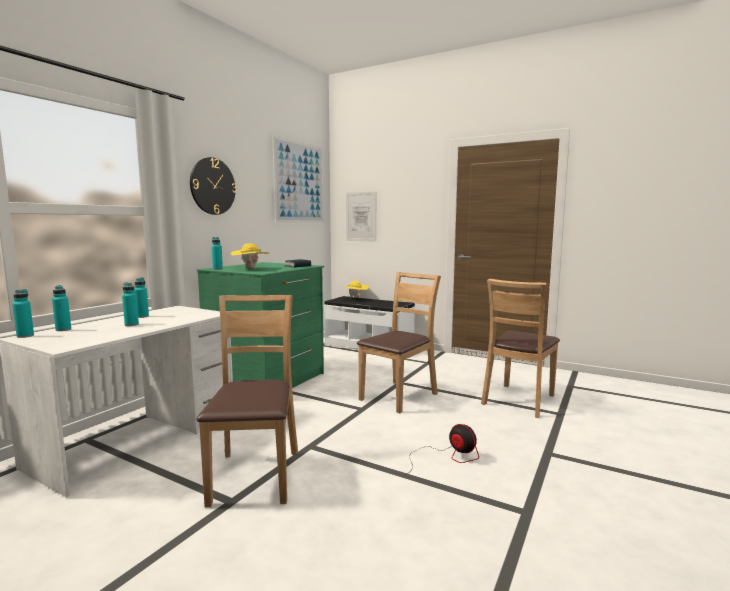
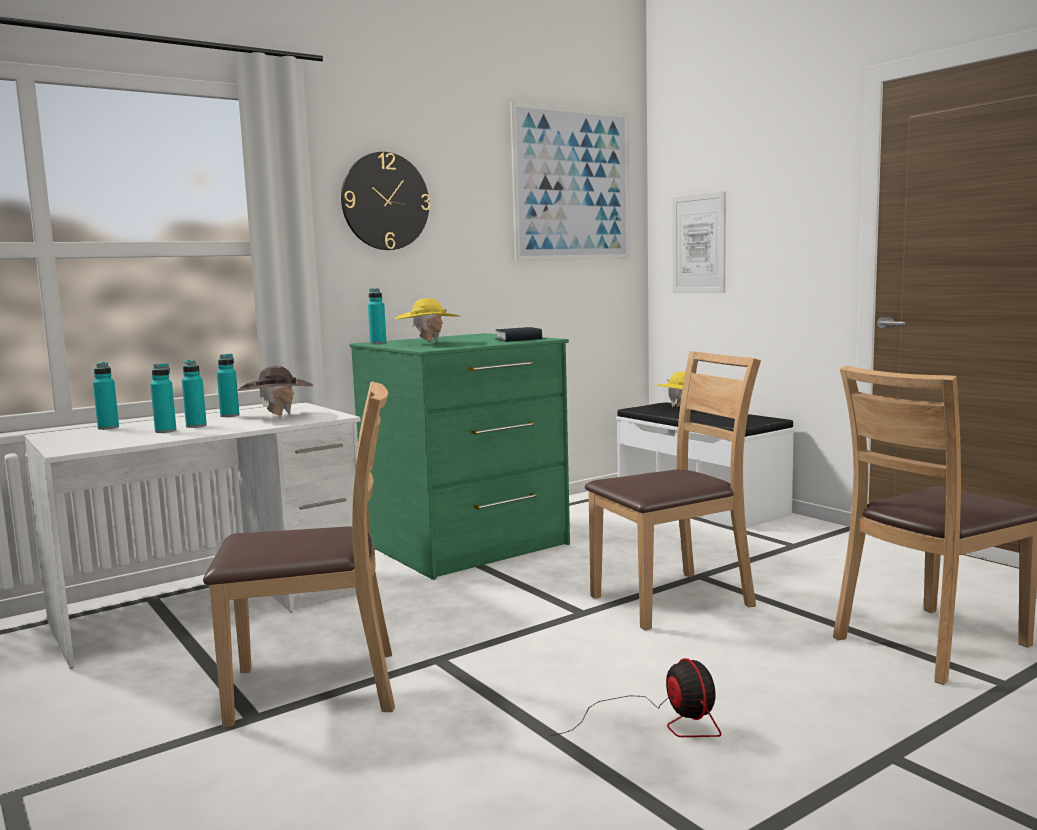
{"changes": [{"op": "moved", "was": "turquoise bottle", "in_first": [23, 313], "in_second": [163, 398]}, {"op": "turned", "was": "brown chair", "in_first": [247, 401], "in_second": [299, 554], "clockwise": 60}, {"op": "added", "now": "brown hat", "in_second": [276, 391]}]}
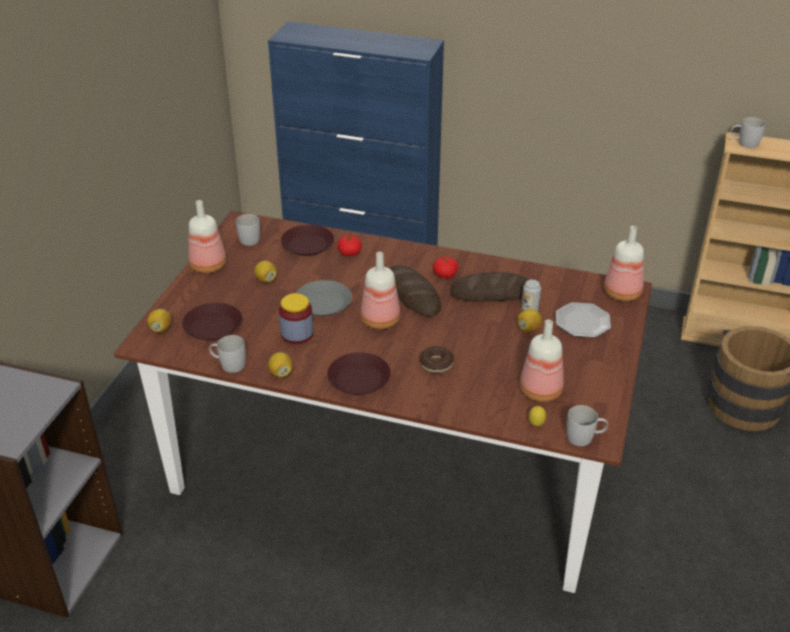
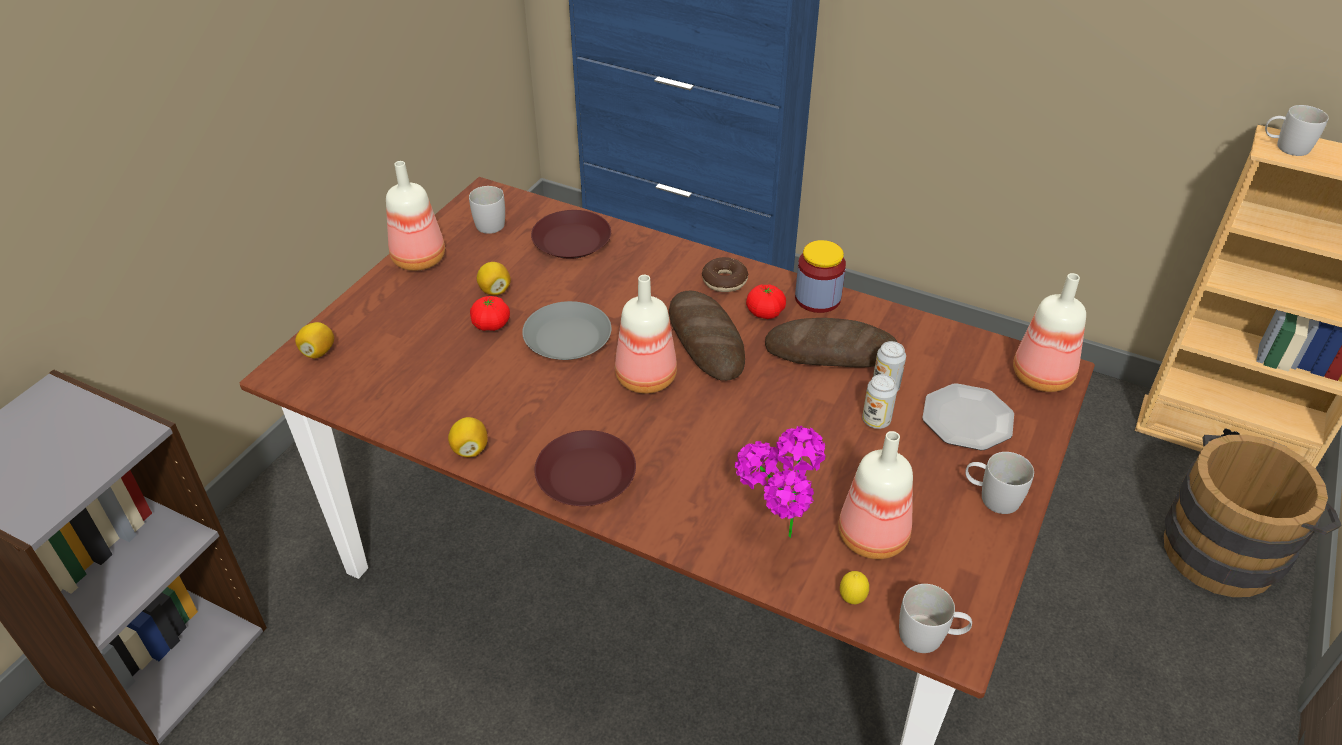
{"changes": [{"op": "moved", "was": "tomato", "in_first": [349, 245], "in_second": [490, 313]}, {"op": "moved", "was": "donut", "in_first": [436, 359], "in_second": [725, 274]}, {"op": "added", "now": "potted plant", "in_second": [780, 482]}, {"op": "moved", "was": "jar", "in_first": [296, 318], "in_second": [820, 276]}, {"op": "replaced", "was": "lemon", "now": "can", "in_first": [529, 320], "in_second": [879, 401]}, {"op": "moved", "was": "white mug", "in_first": [227, 354], "in_second": [999, 483]}, {"op": "removed", "was": "brown plate", "in_first": [212, 322]}]}
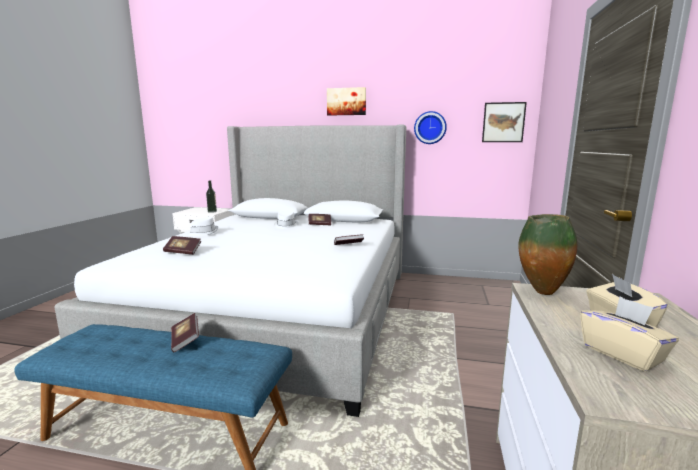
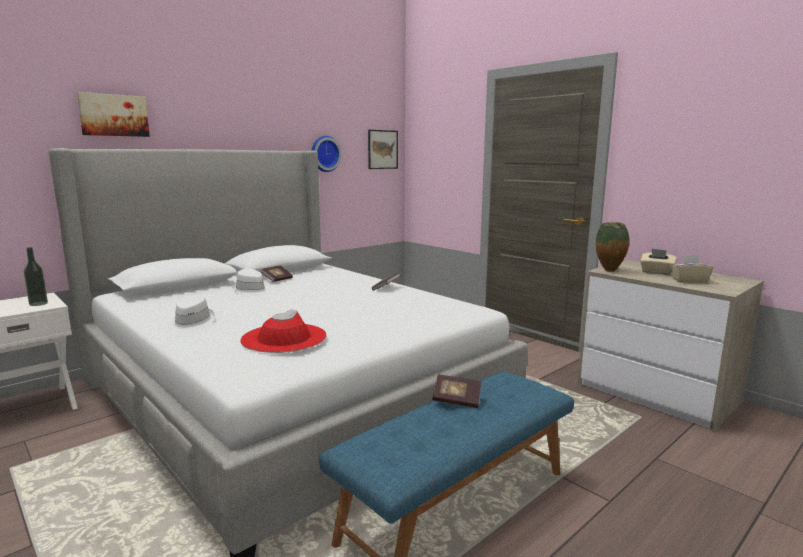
{"changes": [{"op": "moved", "was": "picture", "in_first": [346, 101], "in_second": [113, 114]}, {"op": "replaced", "was": "book", "now": "red hat", "in_first": [182, 245], "in_second": [283, 331]}]}
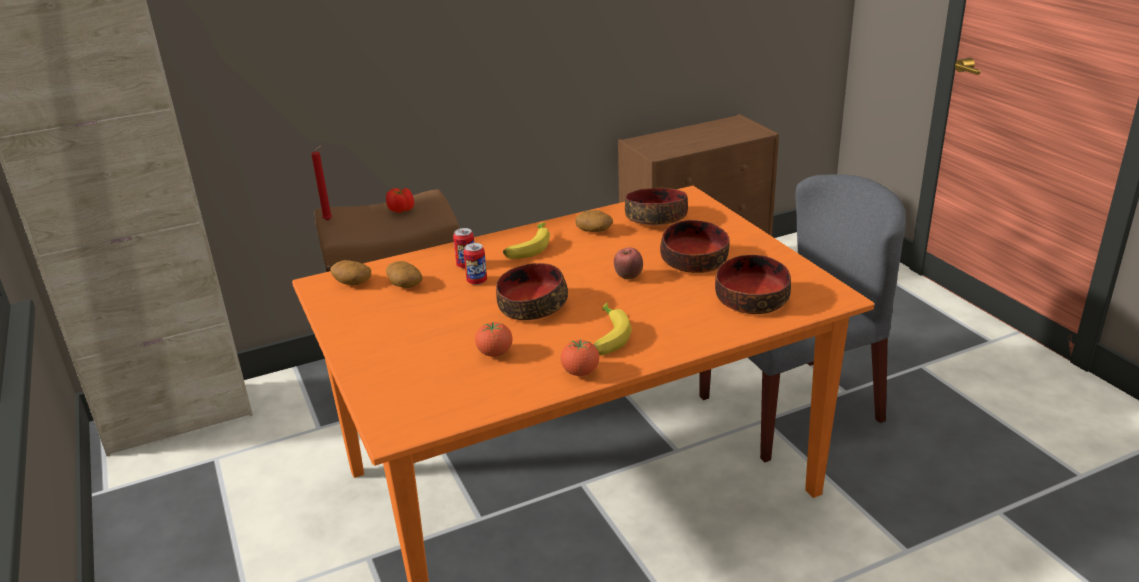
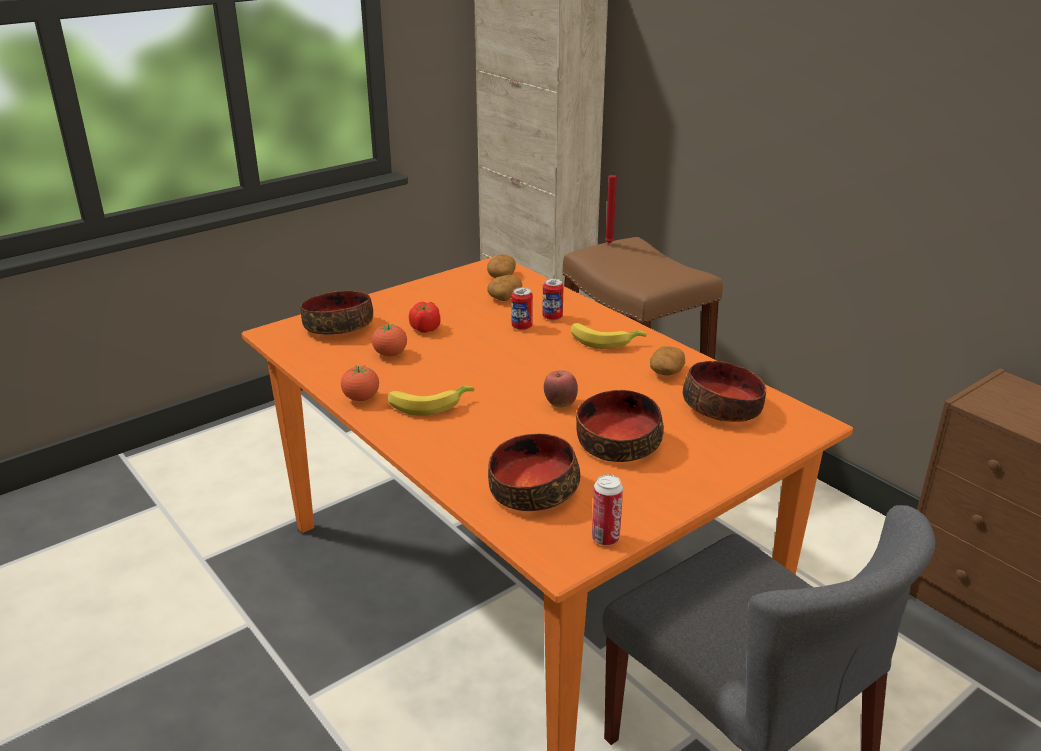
{"changes": [{"op": "moved", "was": "bowl", "in_first": [532, 291], "in_second": [336, 313]}, {"op": "moved", "was": "tomato", "in_first": [400, 200], "in_second": [425, 317]}, {"op": "added", "now": "can", "in_second": [607, 510]}]}
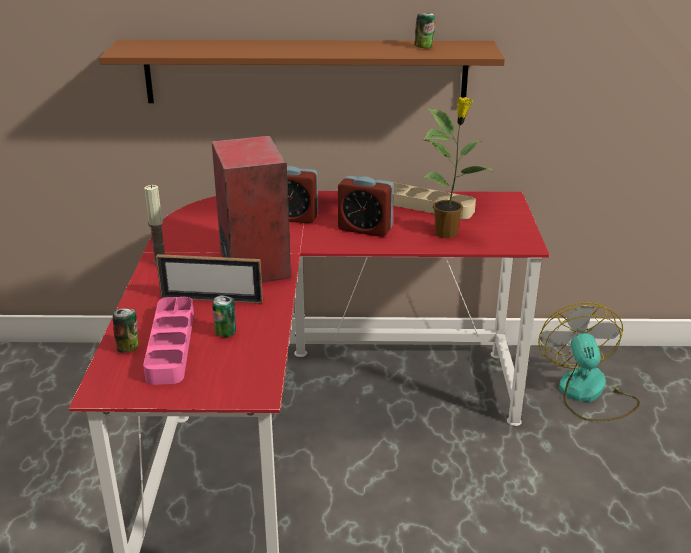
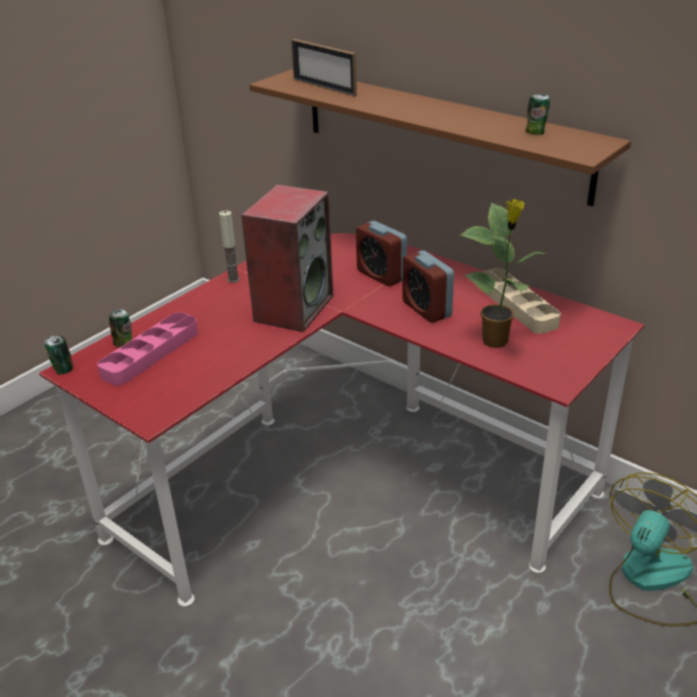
{"changes": [{"op": "moved", "was": "can", "in_first": [224, 316], "in_second": [58, 355]}, {"op": "moved", "was": "picture frame", "in_first": [209, 279], "in_second": [324, 68]}]}
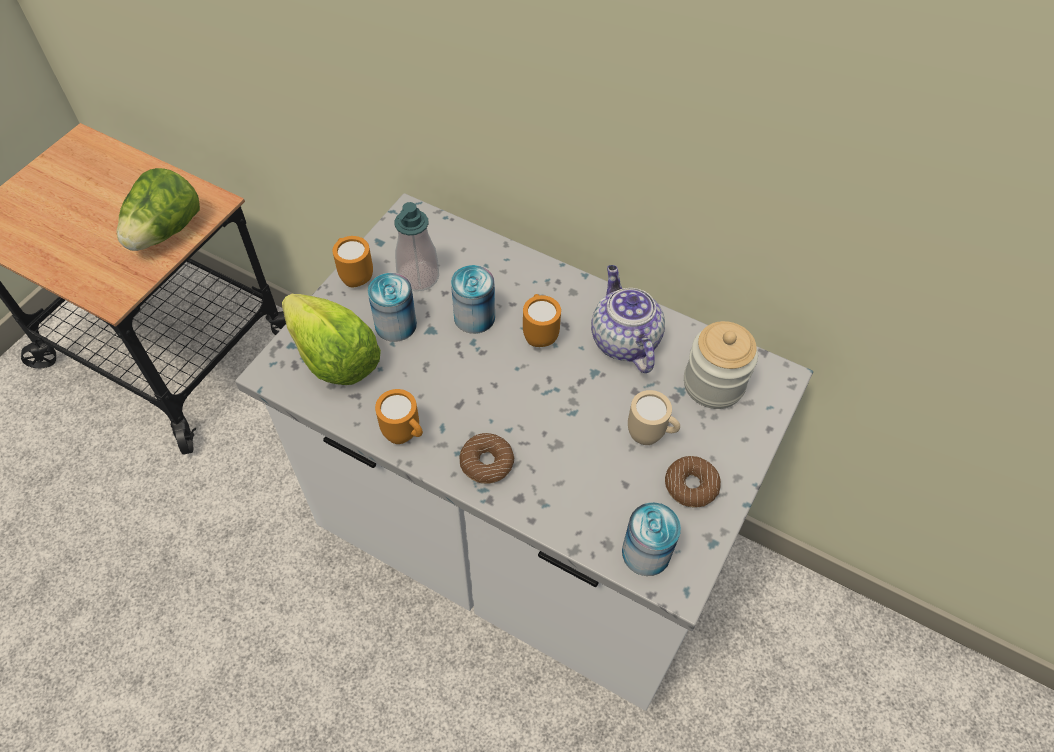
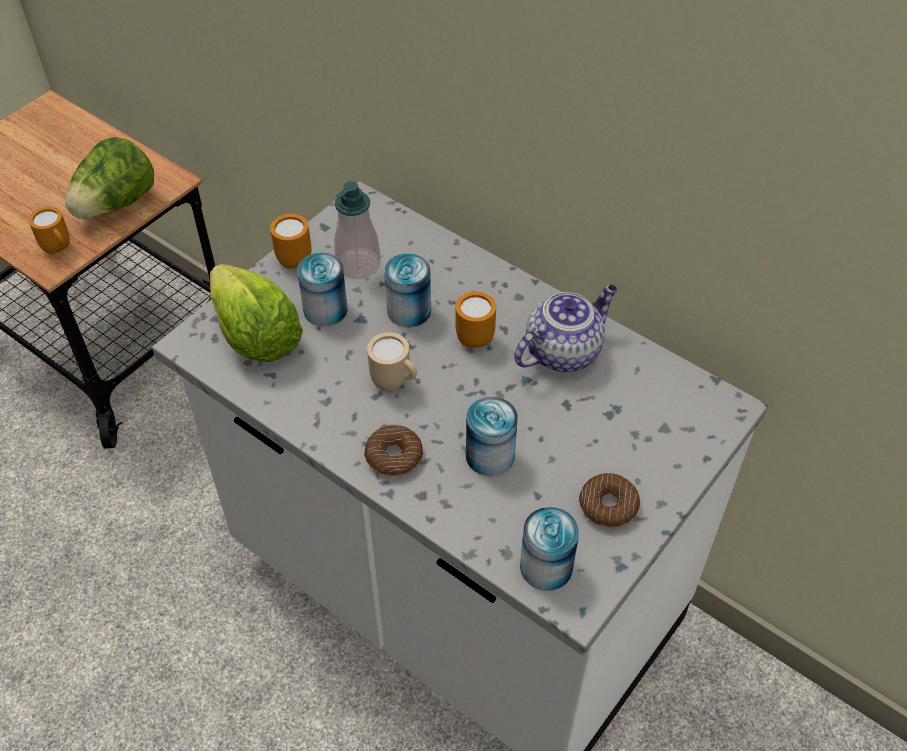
{"changes": [{"op": "moved", "was": "orange mug", "in_first": [399, 416], "in_second": [49, 230]}, {"op": "moved", "was": "beige mug", "in_first": [654, 417], "in_second": [392, 362]}, {"op": "added", "now": "can", "in_second": [492, 436]}, {"op": "turned", "was": "teapot", "in_first": [628, 319], "in_second": [566, 328], "clockwise": 60}, {"op": "removed", "was": "jar", "in_first": [721, 365]}]}
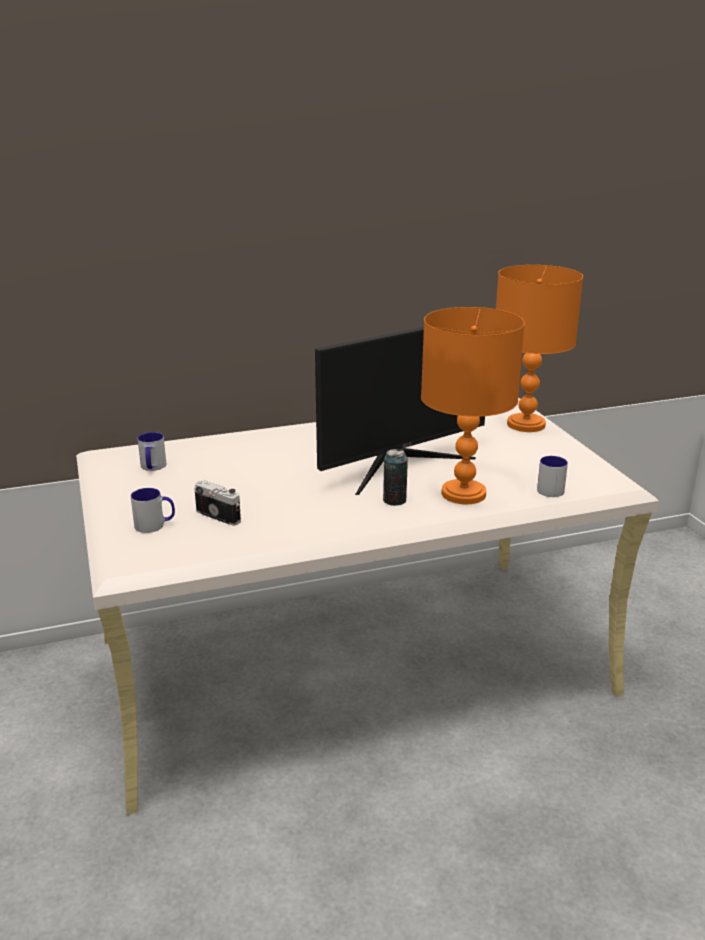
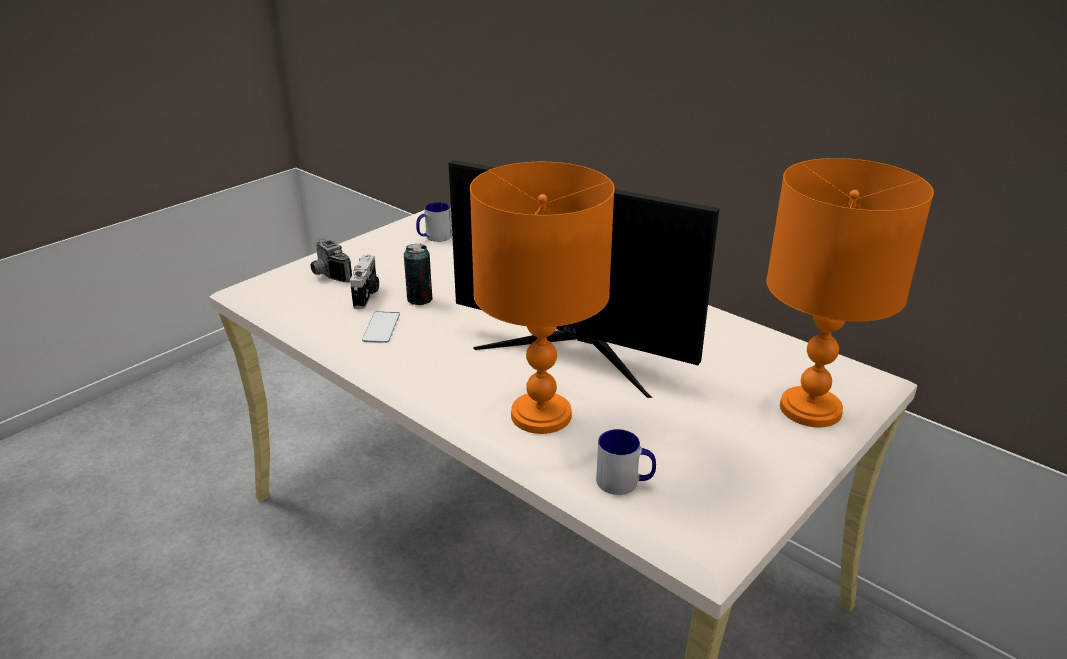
{"changes": [{"op": "replaced", "was": "mug", "now": "photo camera", "in_first": [153, 510], "in_second": [331, 261]}, {"op": "added", "now": "phone", "in_second": [381, 327]}, {"op": "moved", "was": "can", "in_first": [395, 477], "in_second": [418, 274]}]}
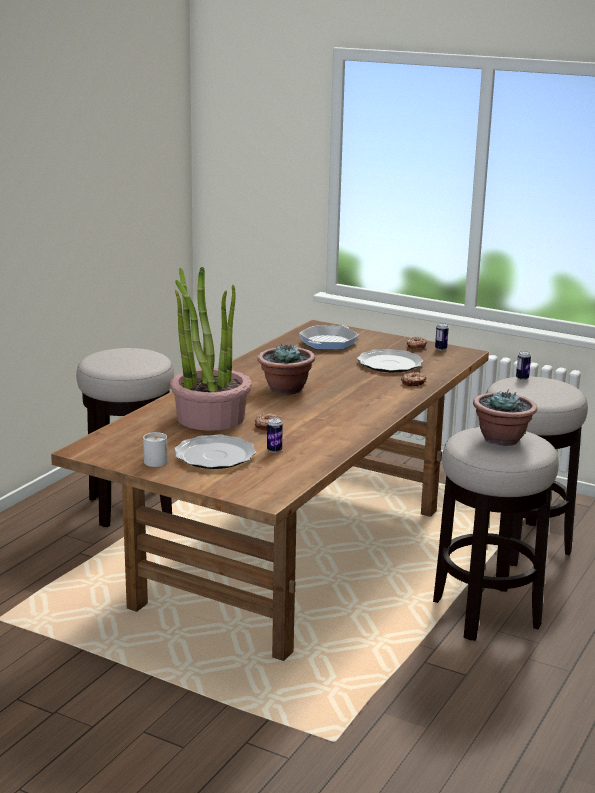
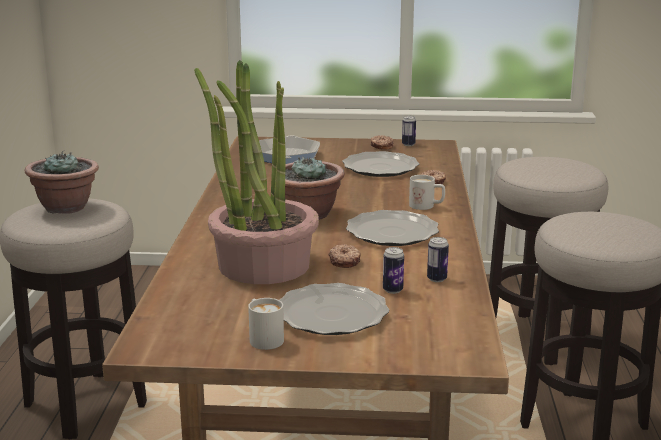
{"changes": [{"op": "moved", "was": "potted plant", "in_first": [505, 417], "in_second": [62, 182]}, {"op": "added", "now": "plate", "in_second": [392, 228]}, {"op": "added", "now": "white mug", "in_second": [427, 192]}, {"op": "moved", "was": "can", "in_first": [523, 365], "in_second": [438, 259]}]}
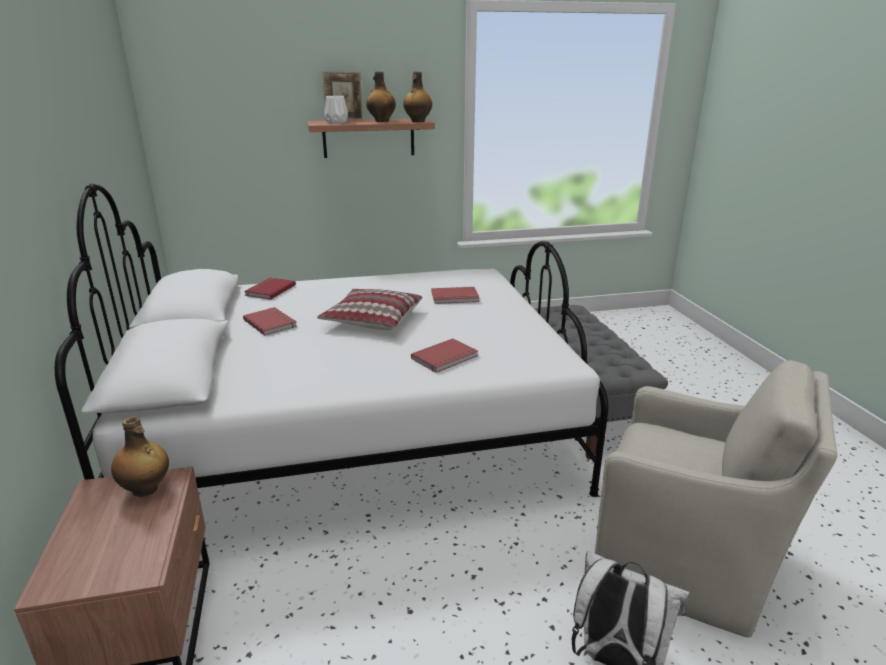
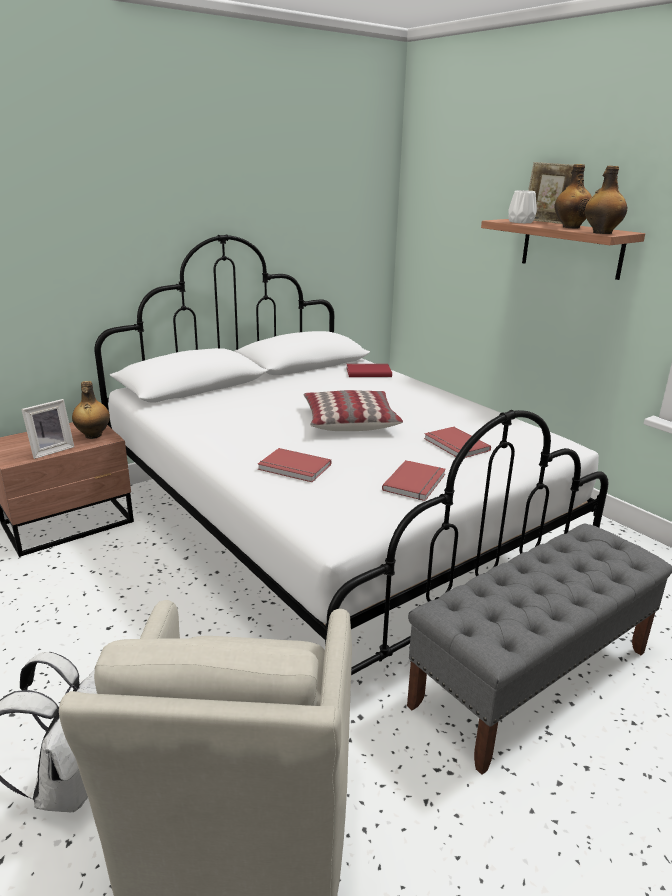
{"changes": [{"op": "added", "now": "picture frame", "in_second": [47, 429]}, {"op": "moved", "was": "red book", "in_first": [270, 321], "in_second": [414, 480]}]}
